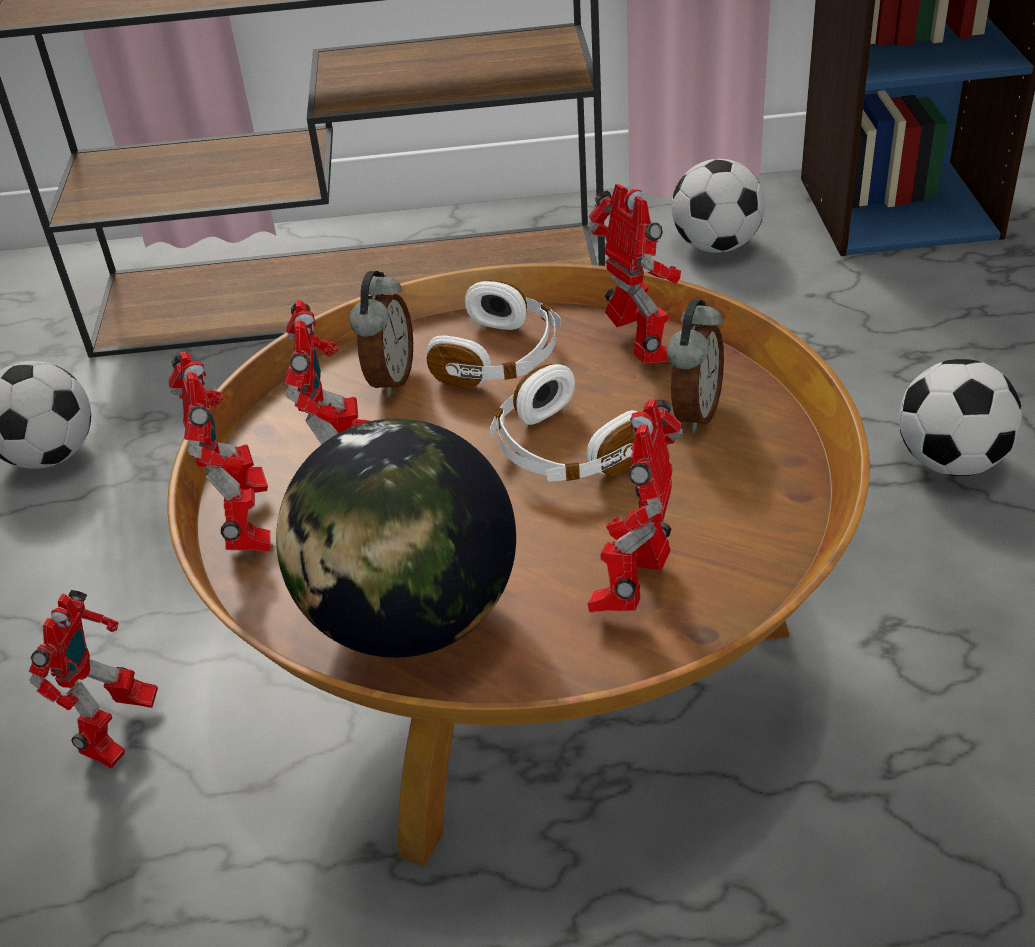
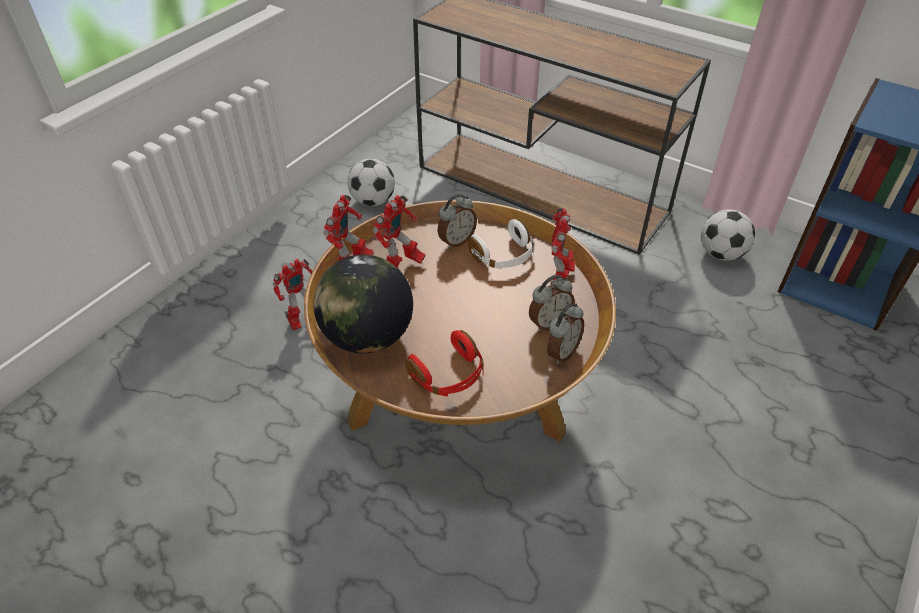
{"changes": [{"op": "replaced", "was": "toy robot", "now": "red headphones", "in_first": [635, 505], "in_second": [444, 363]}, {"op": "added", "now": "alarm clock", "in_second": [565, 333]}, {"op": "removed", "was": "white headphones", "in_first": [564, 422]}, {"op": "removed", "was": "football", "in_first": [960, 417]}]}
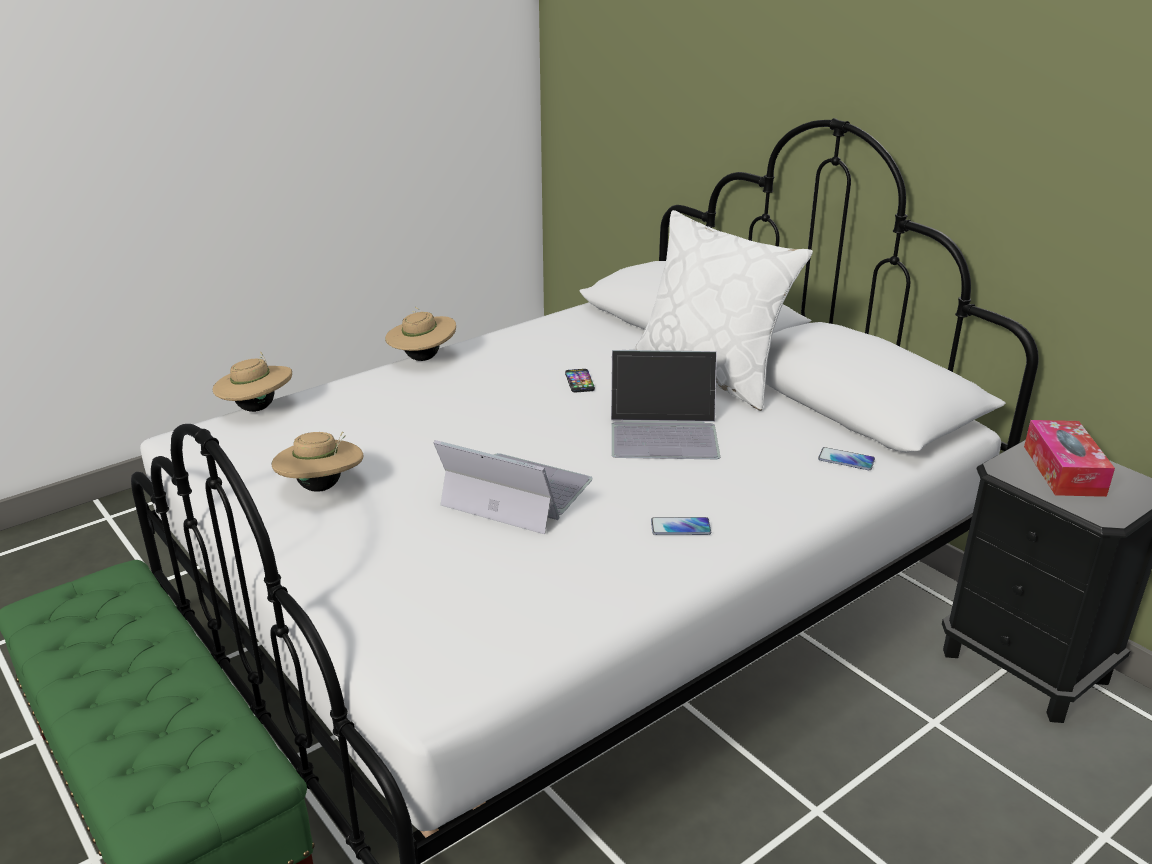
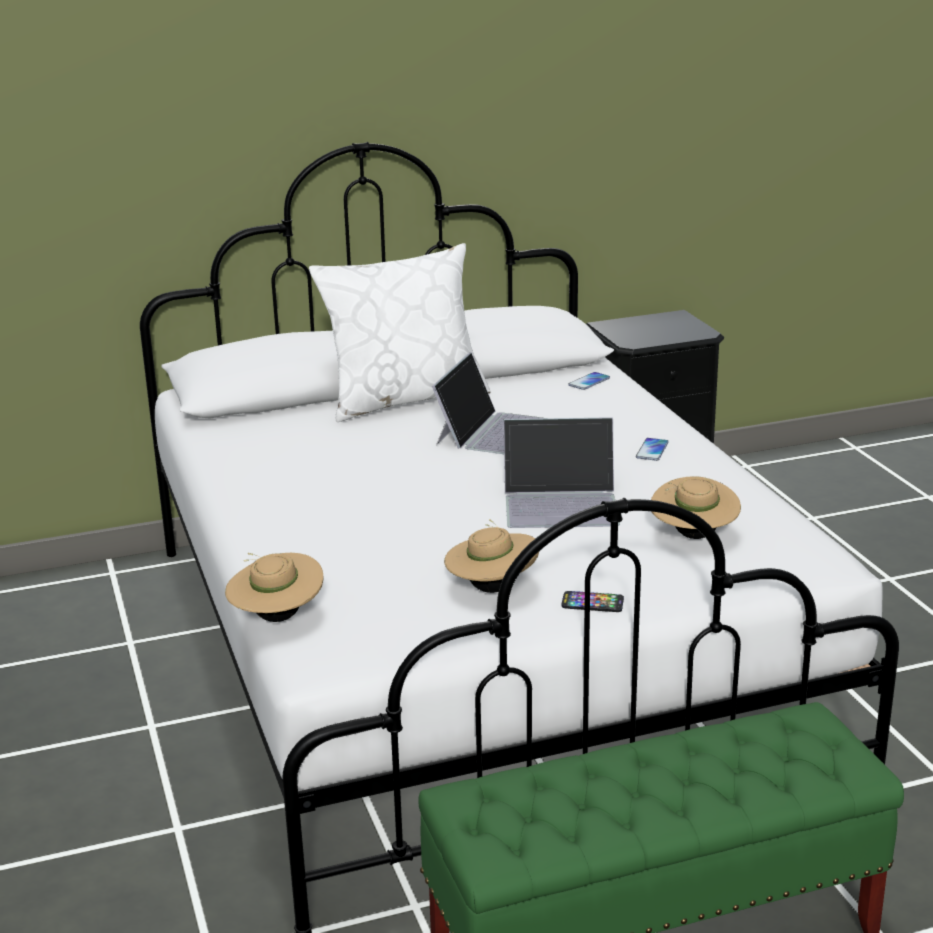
{"changes": [{"op": "turned", "was": "laptop", "in_first": [513, 487], "in_second": [562, 473], "clockwise": -135}, {"op": "moved", "was": "phone", "in_first": [580, 380], "in_second": [592, 601]}, {"op": "moved", "was": "beige hat", "in_first": [420, 334], "in_second": [696, 507]}, {"op": "removed", "was": "tissue box", "in_first": [1069, 458]}]}
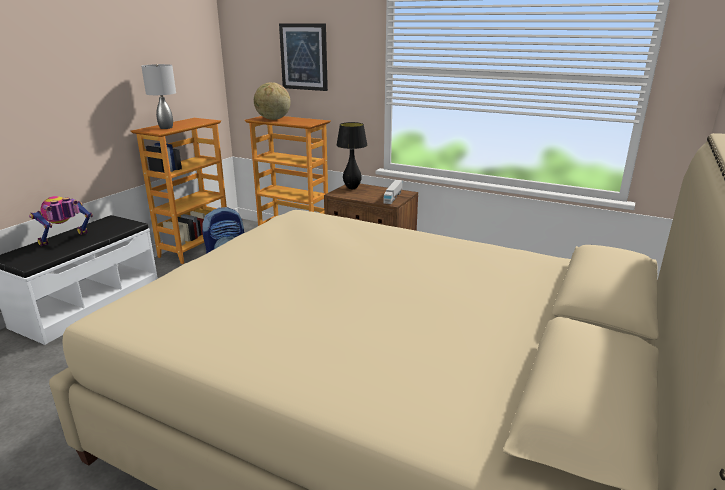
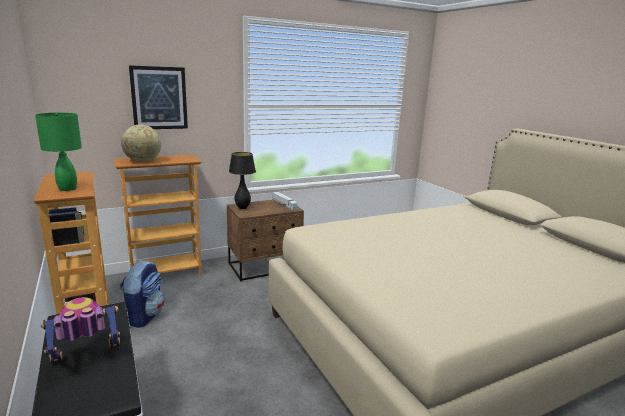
{"changes": [{"op": "recoloured", "was": "grey table lamp", "now": "green table lamp", "in_first": [158, 96], "in_second": [58, 152]}, {"op": "turned", "was": "toy robot", "in_first": [61, 221], "in_second": [80, 330], "clockwise": 75}]}
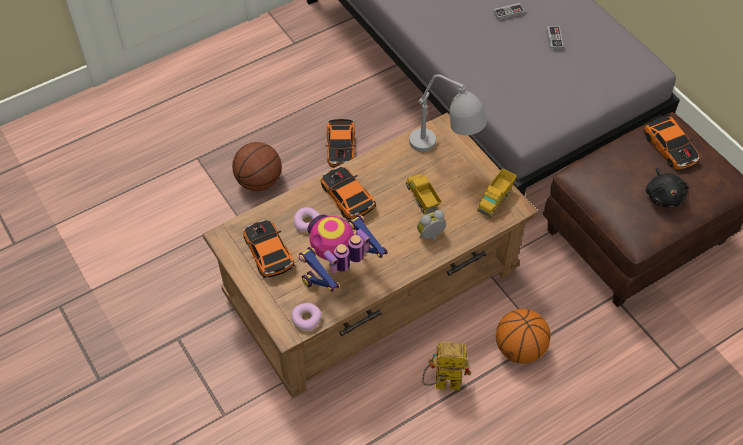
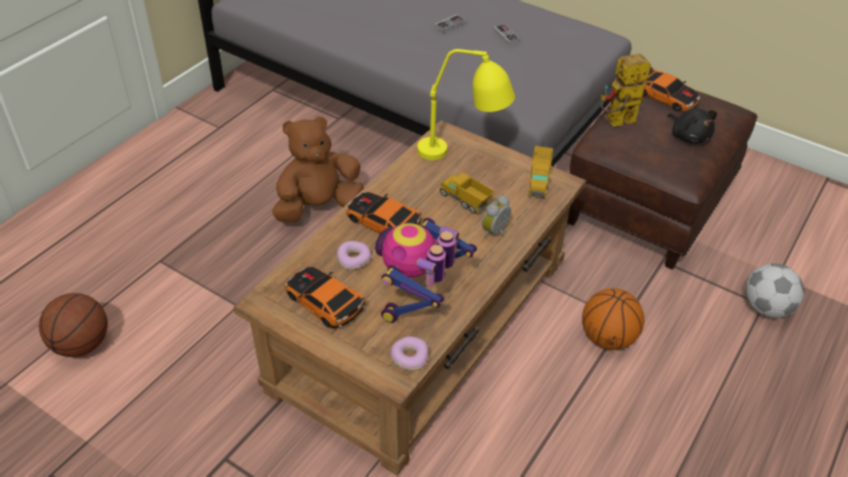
{"changes": [{"op": "moved", "was": "basketball", "in_first": [257, 166], "in_second": [73, 325]}, {"op": "replaced", "was": "toy car", "now": "brown plush toy", "in_first": [340, 143], "in_second": [318, 169]}, {"op": "recoloured", "was": "grey table lamp", "now": "yellow table lamp", "in_first": [448, 113], "in_second": [466, 104]}, {"op": "moved", "was": "toy robot", "in_first": [446, 366], "in_second": [626, 90]}, {"op": "added", "now": "football", "in_second": [774, 290]}]}
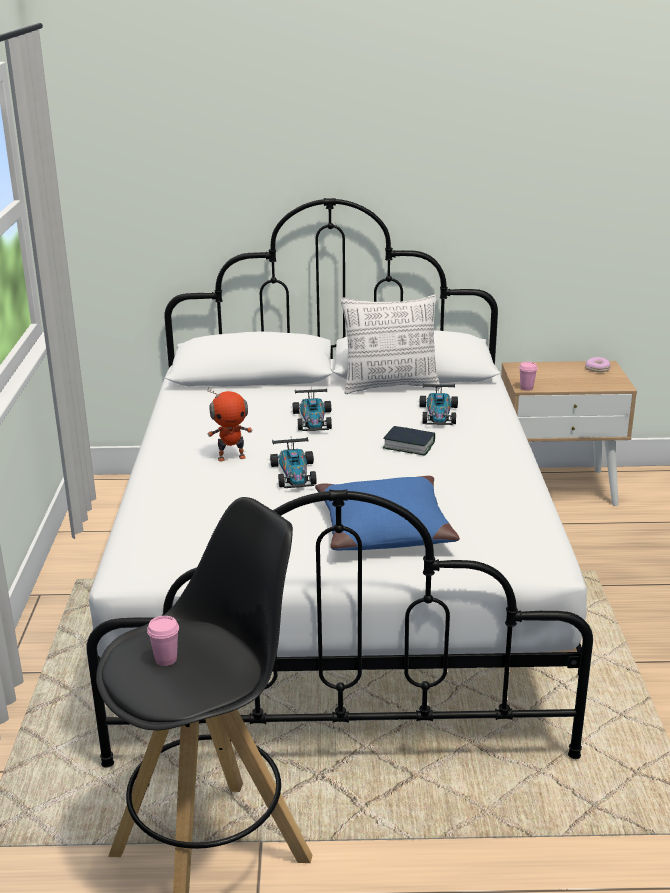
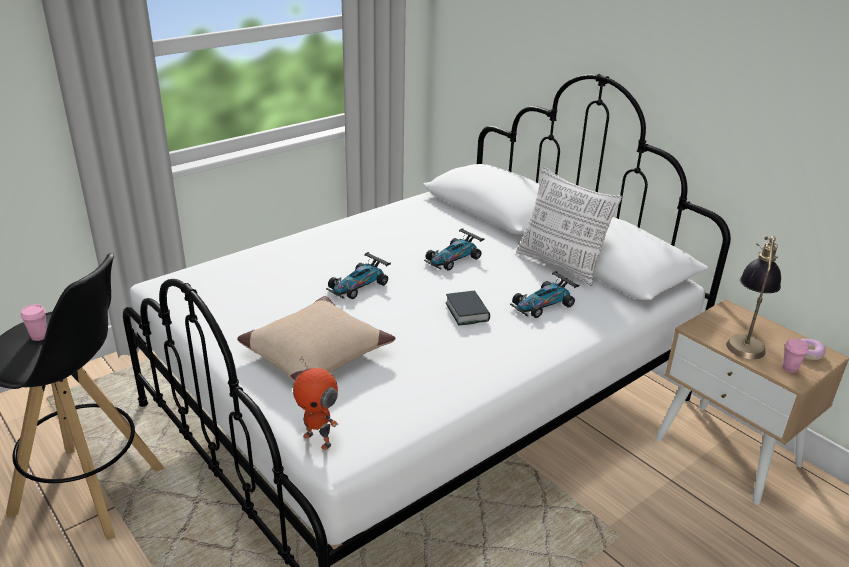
{"changes": [{"op": "recoloured", "was": "blue pillow", "now": "beige pillow", "in_first": [387, 513], "in_second": [316, 338]}, {"op": "moved", "was": "toy robot", "in_first": [229, 424], "in_second": [315, 402]}, {"op": "added", "now": "table lamp", "in_second": [753, 297]}, {"op": "moved", "was": "pink cup", "in_first": [528, 376], "in_second": [795, 356]}]}
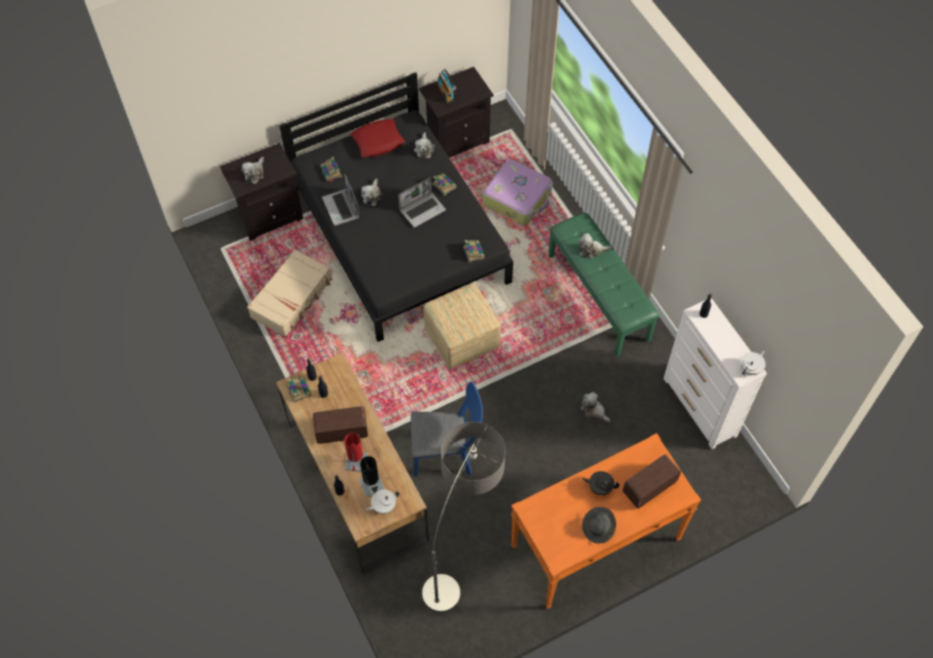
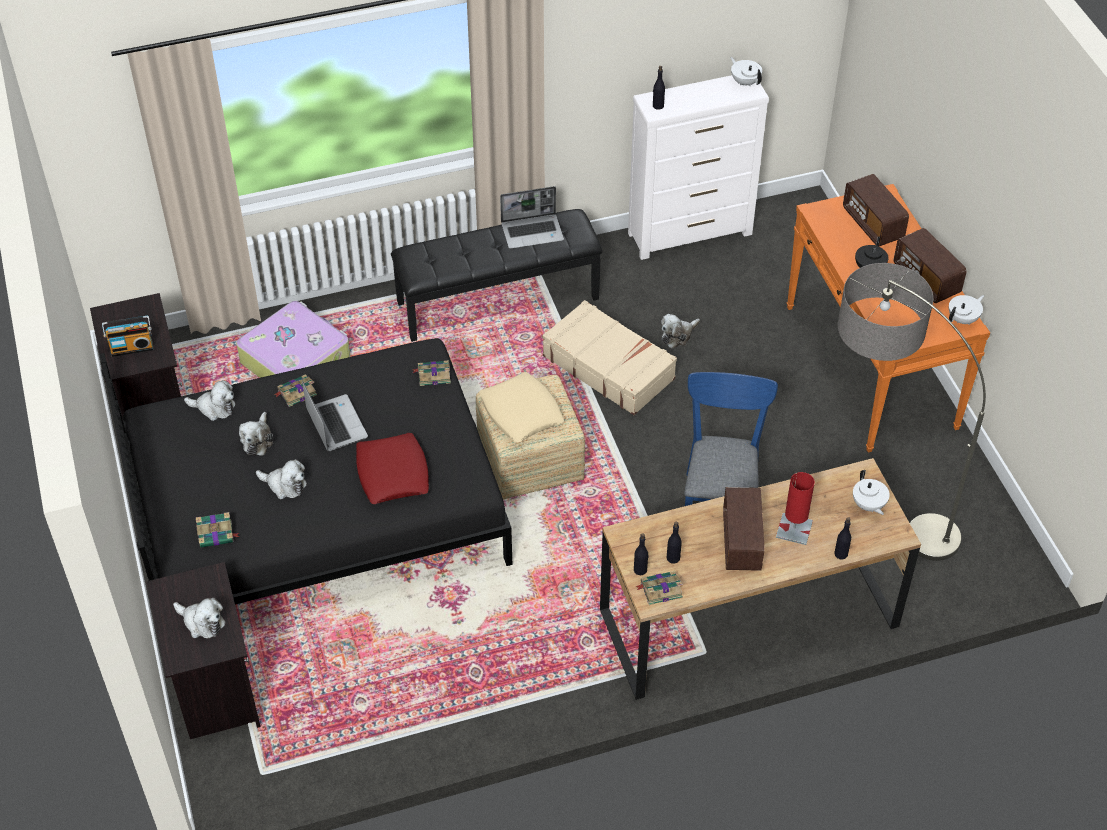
{"changes": [{"op": "moved", "was": "plush toy", "in_first": [595, 246], "in_second": [256, 434]}, {"op": "moved", "was": "red pillow", "in_first": [377, 138], "in_second": [392, 468]}, {"op": "recoloured", "was": "green bench", "now": "black bench", "in_first": [603, 285], "in_second": [496, 275]}, {"op": "added", "now": "beige pillow", "in_second": [521, 407]}, {"op": "moved", "was": "laptop", "in_first": [341, 200], "in_second": [532, 217]}, {"op": "moved", "was": "beige suitcase", "in_first": [289, 293], "in_second": [609, 357]}, {"op": "replaced", "was": "grey hat", "now": "radio", "in_first": [599, 525], "in_second": [930, 265]}, {"op": "added", "now": "white teapot", "in_second": [966, 310]}, {"op": "removed", "was": "black table lamp", "in_first": [372, 476]}]}
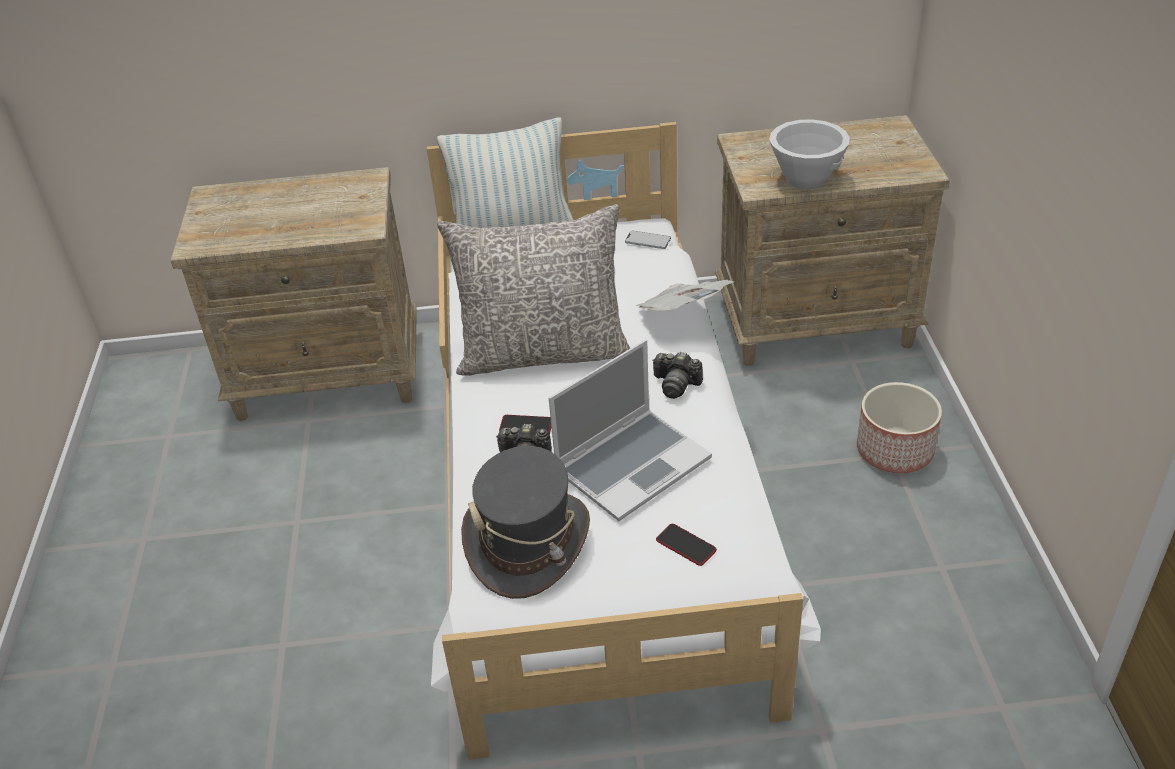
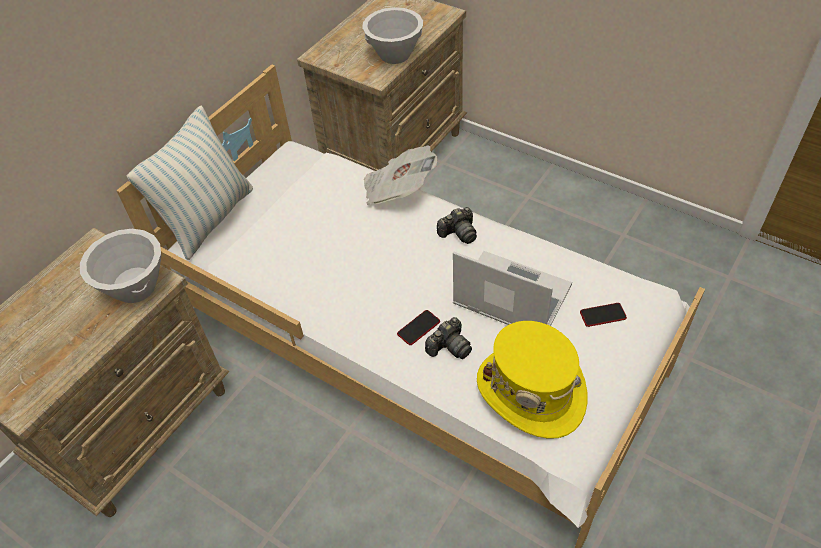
{"changes": [{"op": "added", "now": "white bowl", "in_second": [120, 266]}, {"op": "turned", "was": "laptop", "in_first": [630, 430], "in_second": [512, 288], "clockwise": -60}, {"op": "recoloured", "was": "grey hat", "now": "yellow hat", "in_first": [525, 522], "in_second": [532, 380]}, {"op": "removed", "was": "grey pillow", "in_first": [533, 290]}, {"op": "removed", "was": "phone", "in_first": [648, 239]}, {"op": "removed", "was": "planter", "in_first": [899, 427]}]}
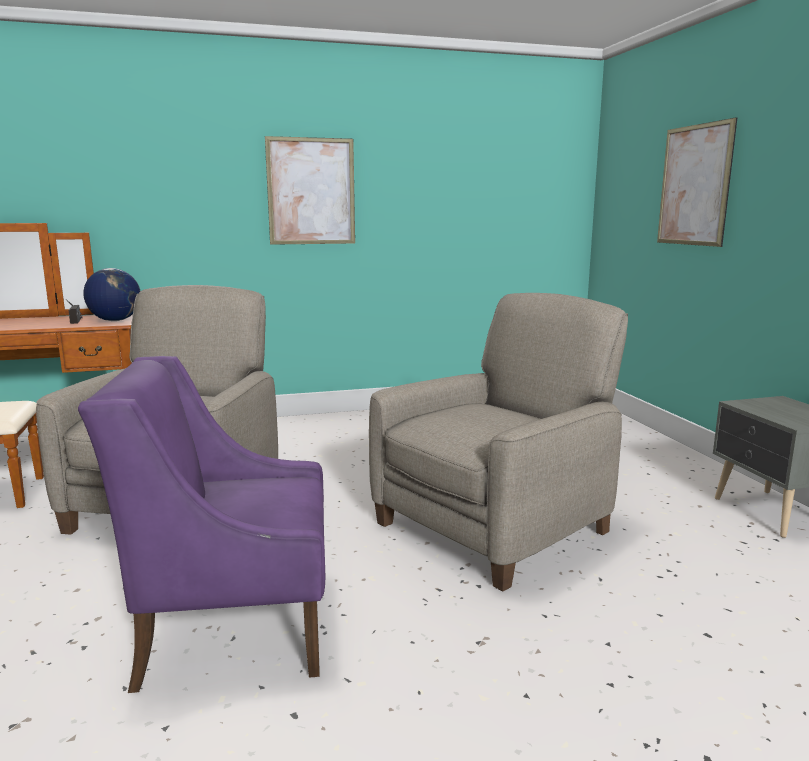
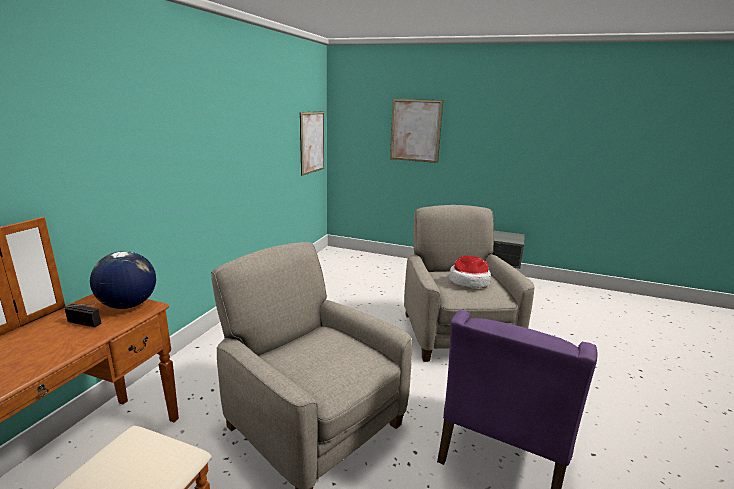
{"changes": [{"op": "moved", "was": "picture", "in_first": [310, 190], "in_second": [312, 143]}, {"op": "added", "now": "hat", "in_second": [470, 272]}]}
